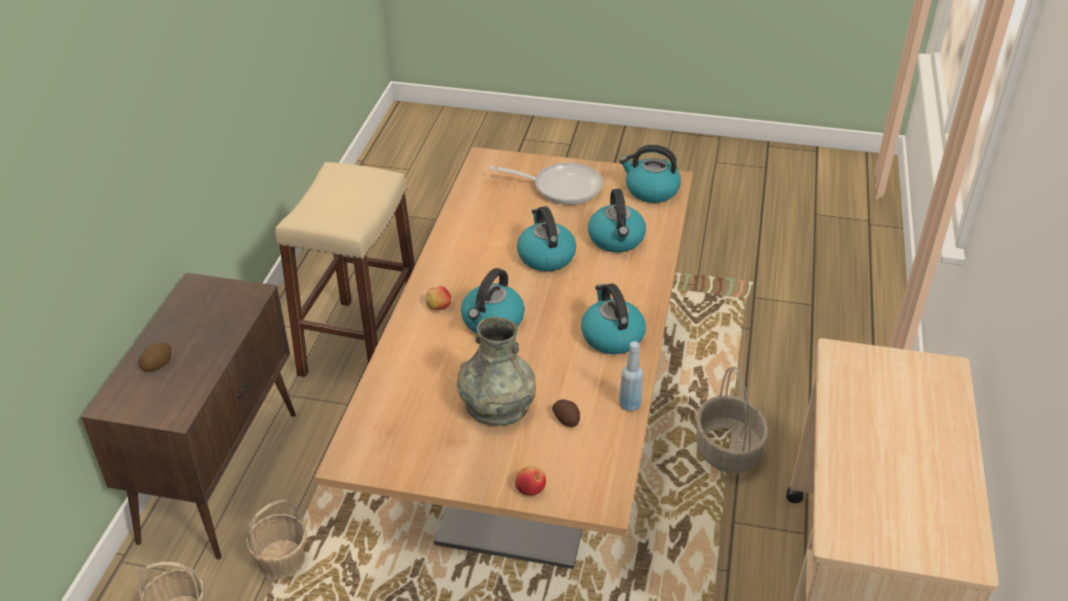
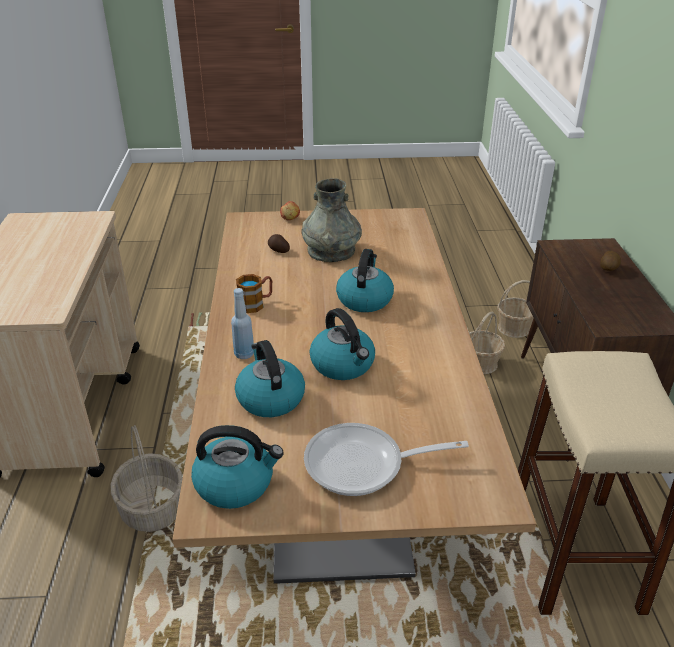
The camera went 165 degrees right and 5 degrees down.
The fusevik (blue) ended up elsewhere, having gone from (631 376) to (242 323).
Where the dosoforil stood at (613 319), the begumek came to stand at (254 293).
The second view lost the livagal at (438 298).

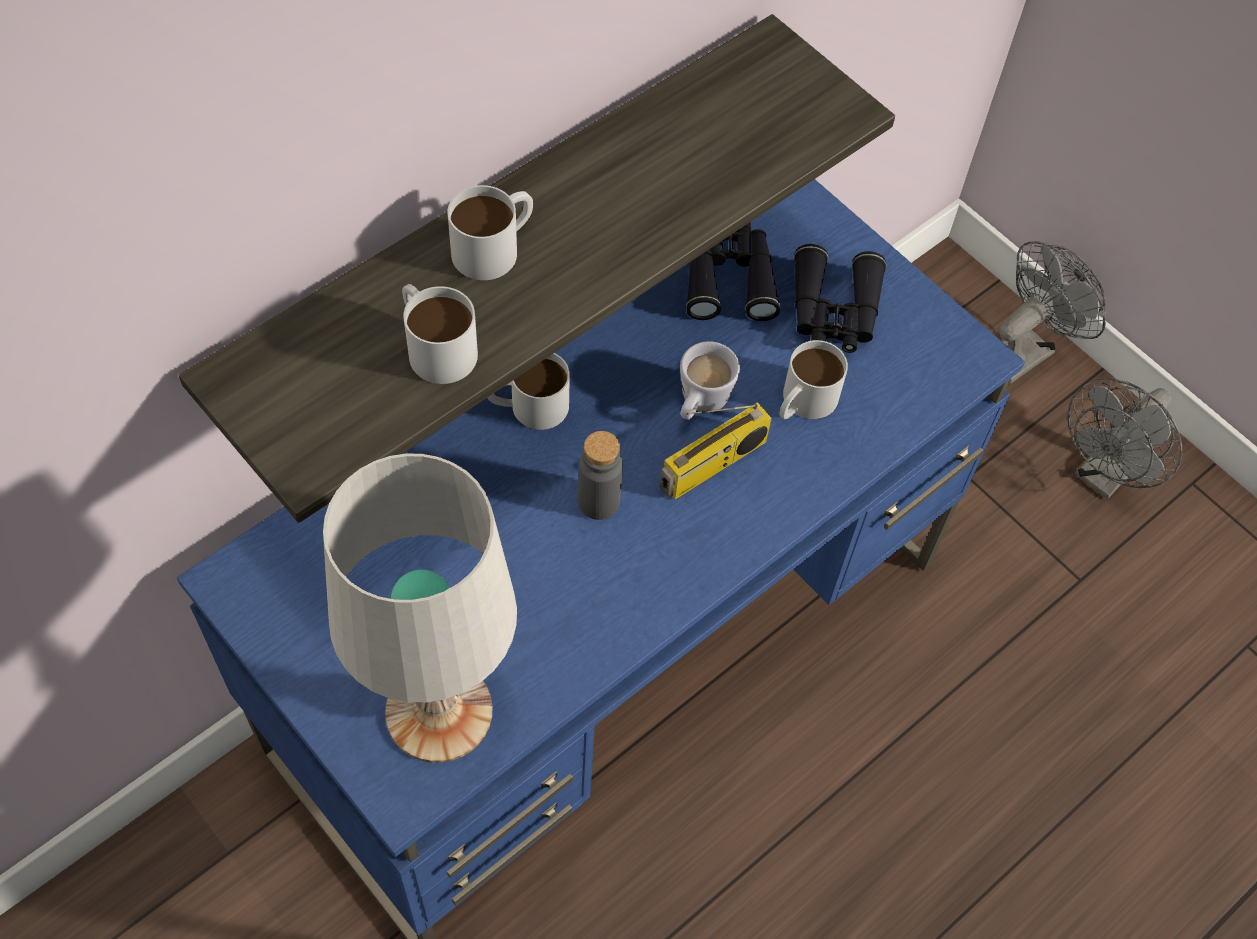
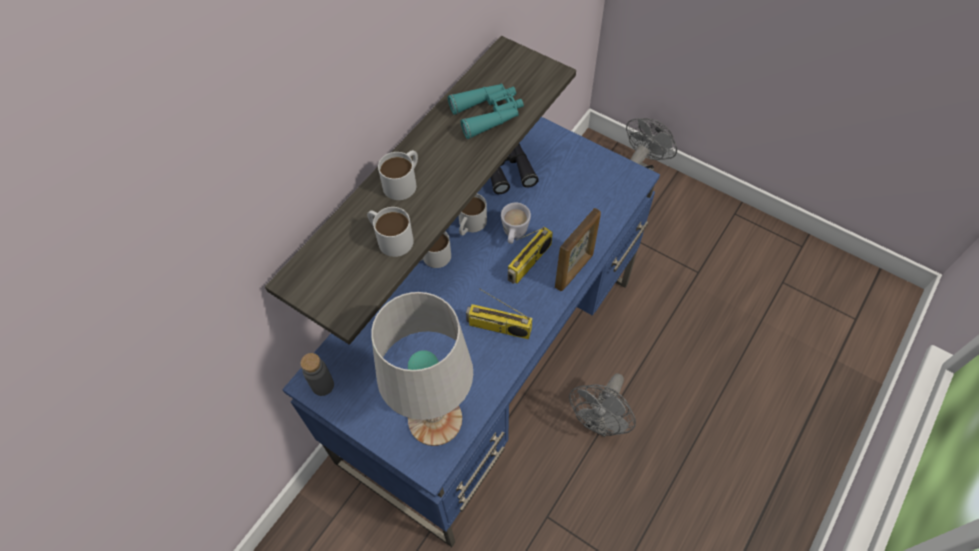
The camera went 10 degrees left and 0 degrees up.
The fusevik (grey) ended up elsewhere, having gone from (600 475) to (317 374).
The second view gained the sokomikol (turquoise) at (486 111).
The begumek (white) ended up elsewhere, having gone from (813 379) to (473 215).
The second view gained the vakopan at (499 314).
The second view gained the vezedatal at (578 249).
The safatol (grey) ended up elsewhere, having gone from (1125 438) to (602 405).
The second view lost the sokomikol (black) at (840 298).

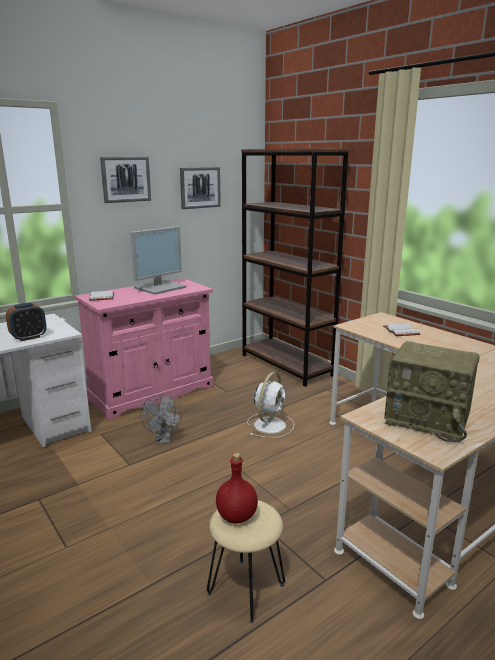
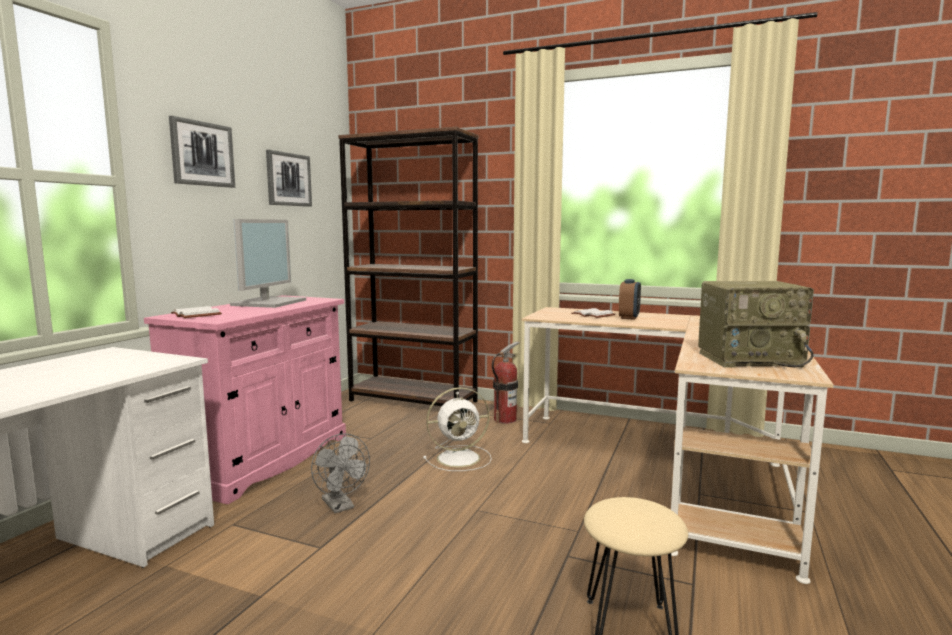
The camera went 30 degrees left and 10 degrees down.
The safatol (white) at (270 405) ended up facing another way, 75 degrees clockwise from before.
The second view gained the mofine at (506 382).
The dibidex ended up elsewhere, having gone from (26 322) to (630 299).
The second view lost the fusevik (red) at (237 488).

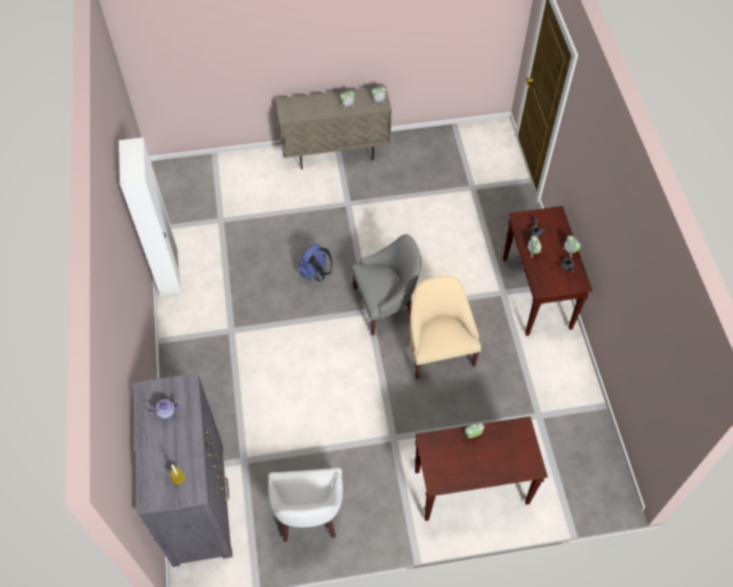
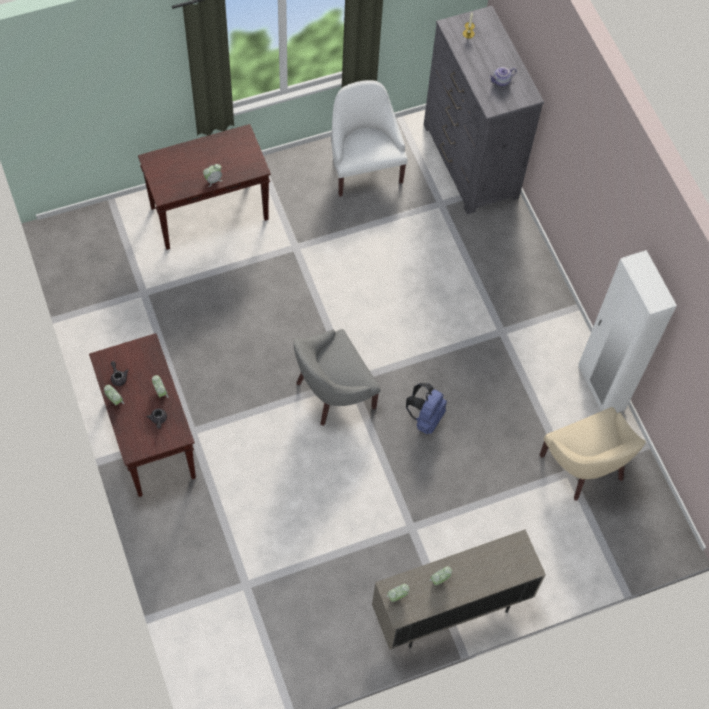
The camera went 165 degrees right and 5 degrees up.
The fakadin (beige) ended up elsewhere, having gone from (445 327) to (593 454).

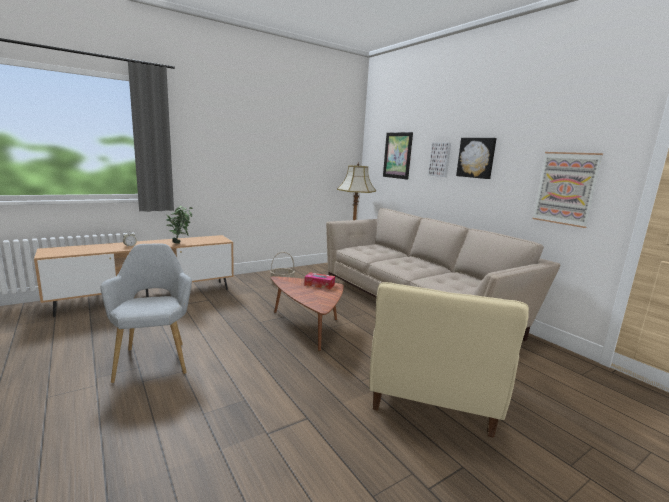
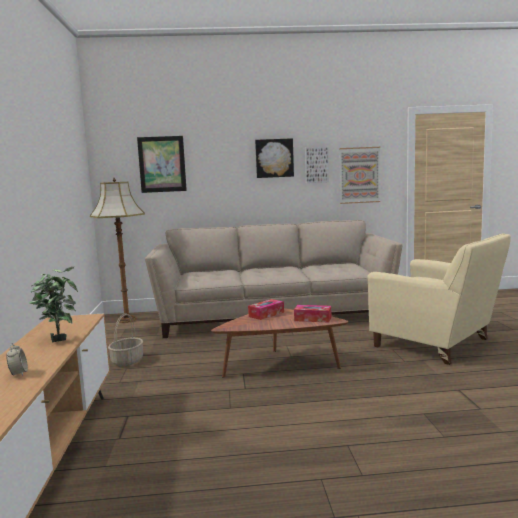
The camera went 60 degrees left and 5 degrees down.
The second view gained the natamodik at (312 313).
The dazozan ended up elsewhere, having gone from (439 159) to (317 165).
The second view lost the fakadin (grey) at (146 313).

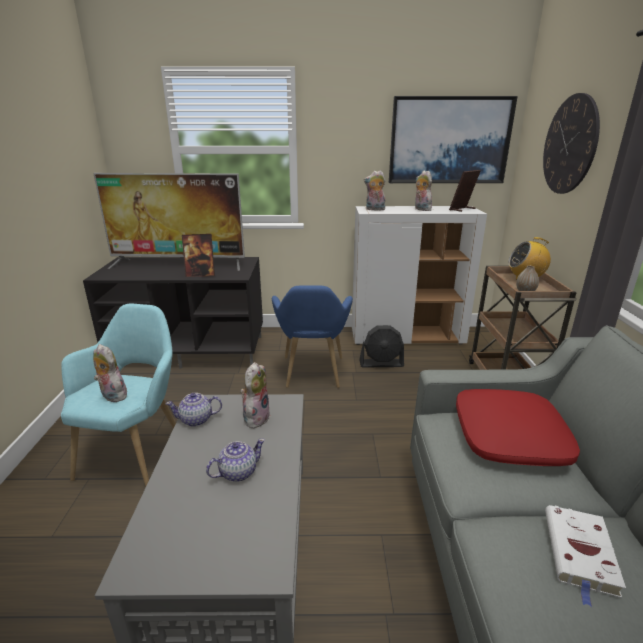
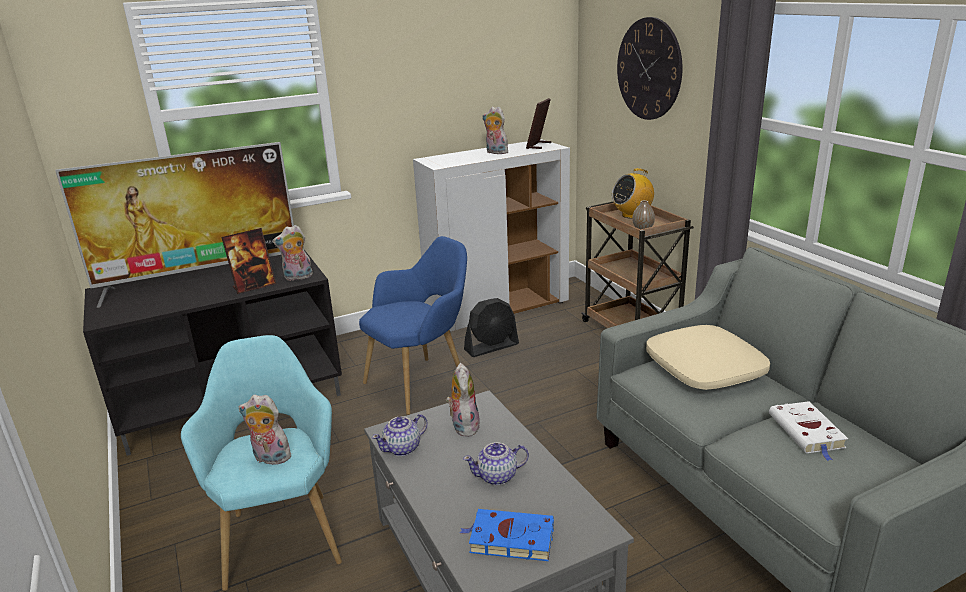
The camera went 25 degrees left and 0 degrees up.
The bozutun ended up elsewhere, having gone from (375 190) to (293 253).
The fakadin (blue) at (312 337) ended up facing another way, 105 degrees counterclockwise from before.
The second view gained the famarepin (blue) at (507 535).
The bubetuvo at (235 460) ended up facing another way, 135 degrees counterclockwise from before.
What was the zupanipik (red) at (518 427) turned into the zupanipik (beige) at (708 357).
The second view lost the dazozan at (453 139).

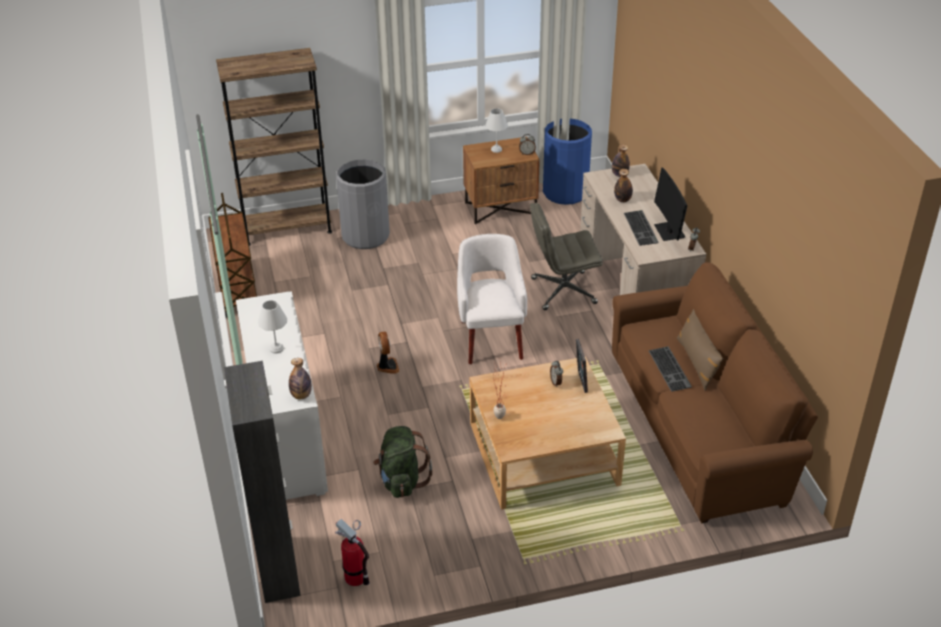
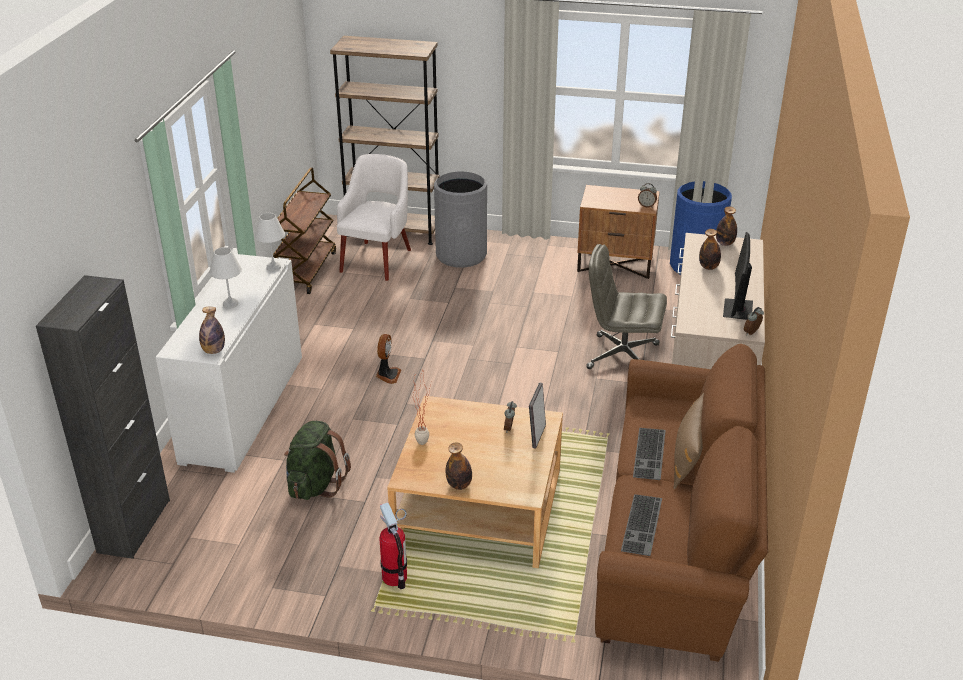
The camera went 25 degrees right and 5 degrees down.
The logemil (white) ended up elsewhere, having gone from (496 130) to (270 242).
The fakadin (white) ended up elsewhere, having gone from (492 299) to (374 217).
The mofine ended up elsewhere, having gone from (352 552) to (393 546).
The second view gained the fusevik at (459 466).
The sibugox ended up elsewhere, having gone from (641 228) to (641 525).

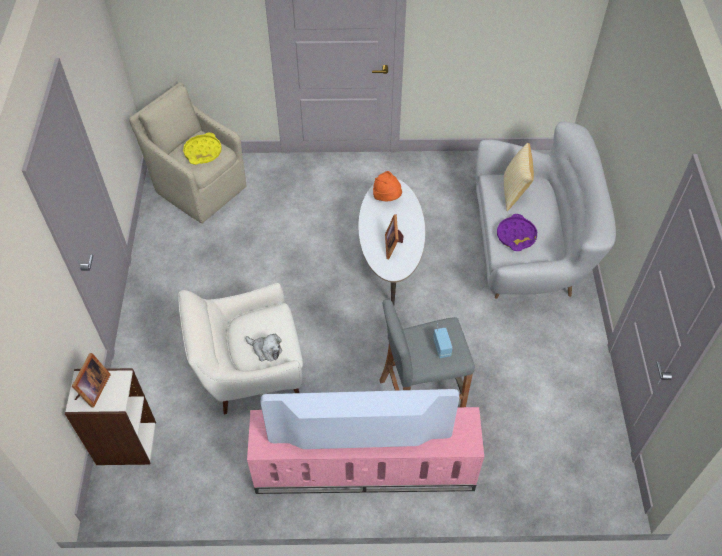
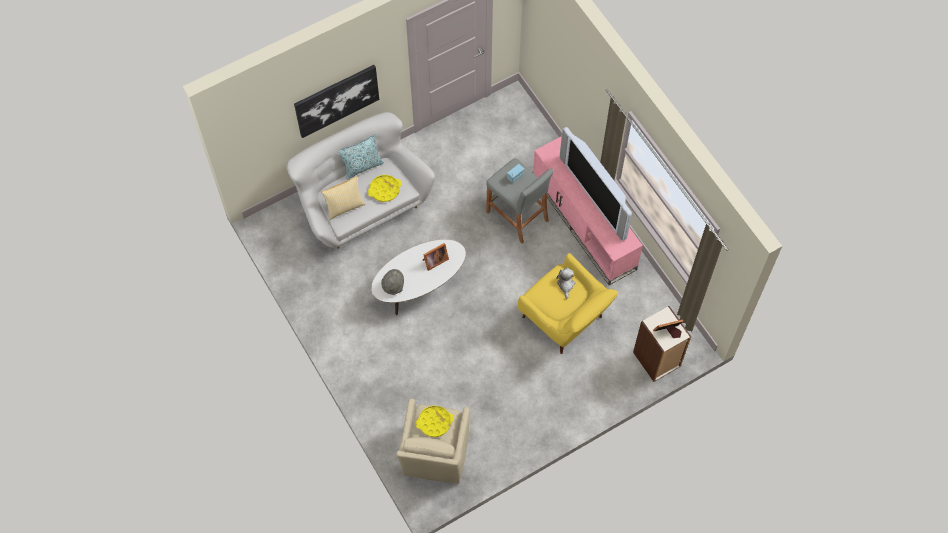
The camera went 120 degrees left and 10 degrees up.
The second view gained the dazozan at (336 101).
The second view gained the zupanipik at (361 157).
What was the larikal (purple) at (517 232) turned into the larikal (yellow) at (384 188).
What was the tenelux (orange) at (387 186) turned into the tenelux (grey) at (392 282).
What was the fakadin (white) at (240 348) turned into the fakadin (yellow) at (568 303).

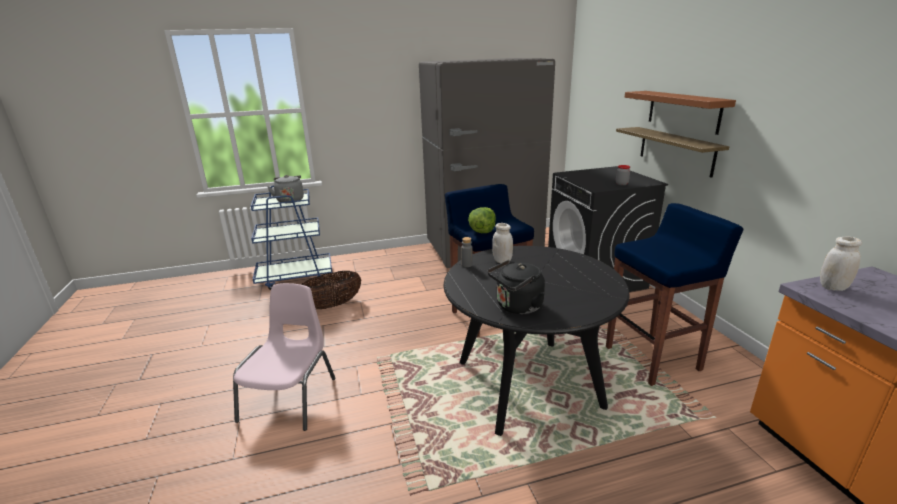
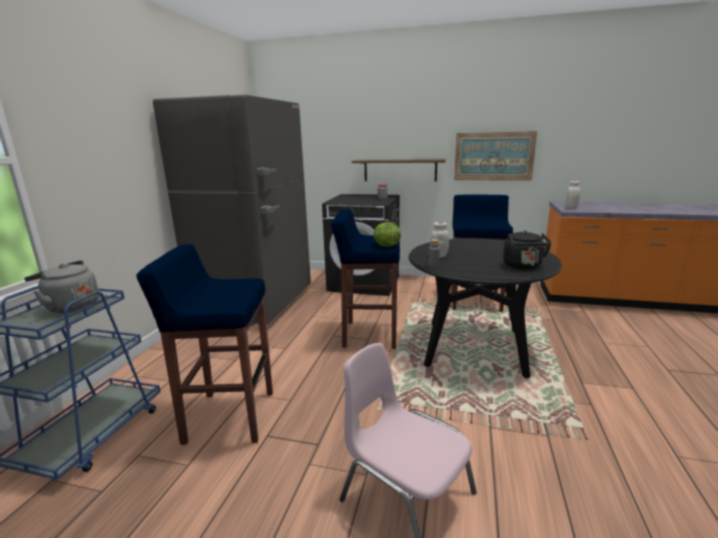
The camera went 60 degrees left and 5 degrees down.
Where the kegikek stood at (332 290), the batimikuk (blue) came to stand at (204 344).
The second view gained the dazozan at (495 156).
The second view lost the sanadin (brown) at (680 113).

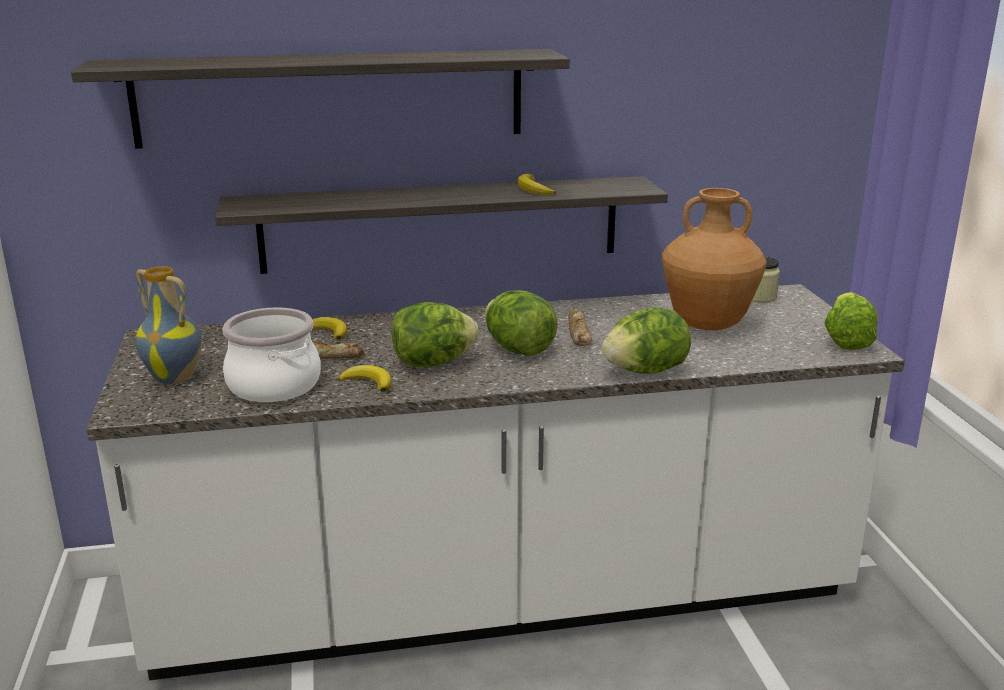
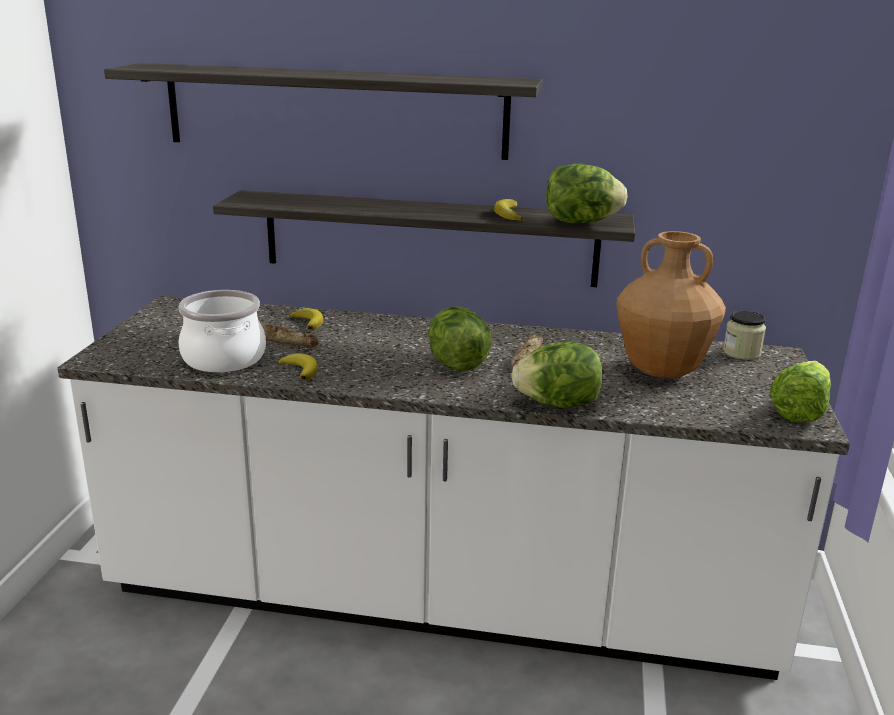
The camera went 20 degrees right and 0 degrees up.
The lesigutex ended up elsewhere, having gone from (435 334) to (587 193).
The second view lost the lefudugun at (168 325).

